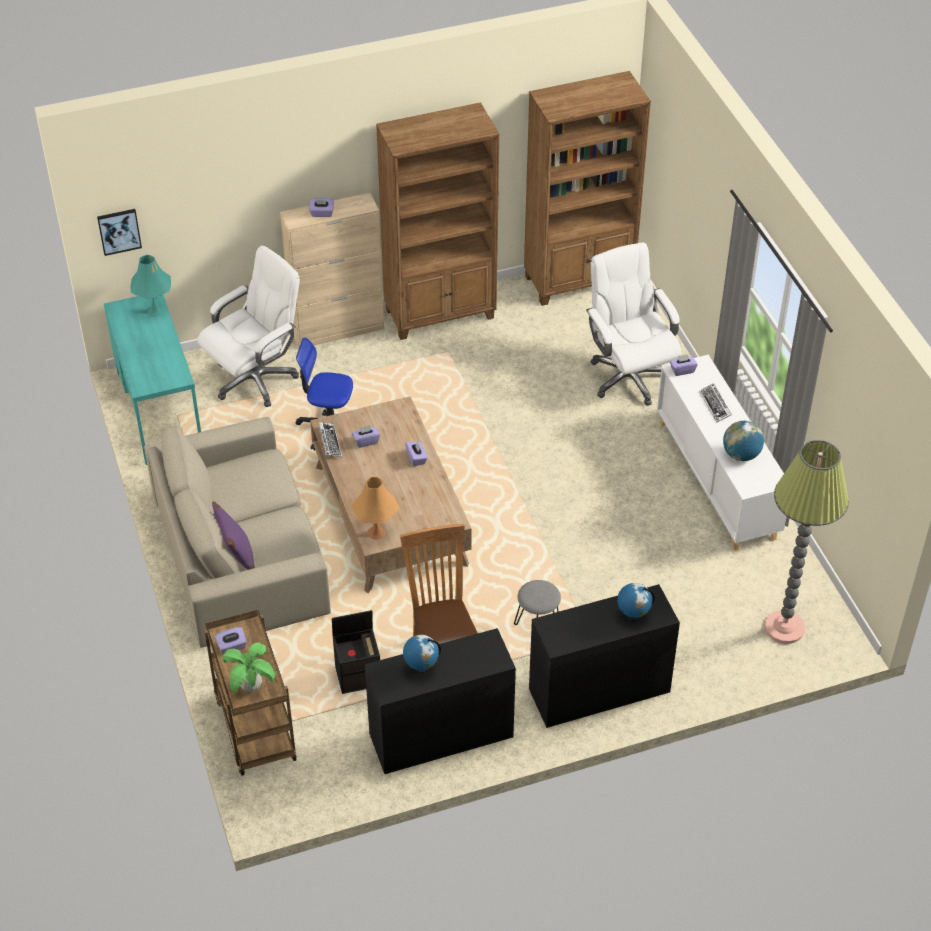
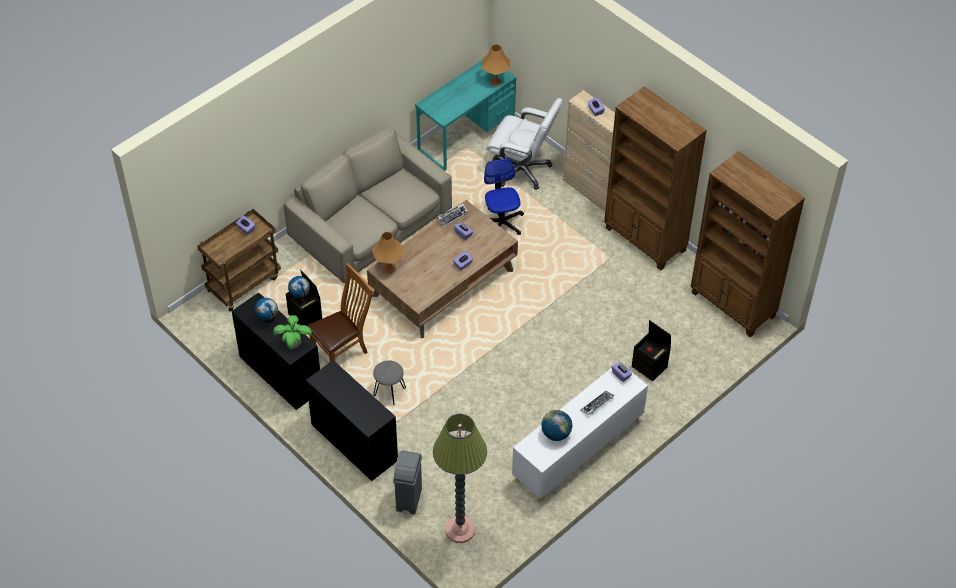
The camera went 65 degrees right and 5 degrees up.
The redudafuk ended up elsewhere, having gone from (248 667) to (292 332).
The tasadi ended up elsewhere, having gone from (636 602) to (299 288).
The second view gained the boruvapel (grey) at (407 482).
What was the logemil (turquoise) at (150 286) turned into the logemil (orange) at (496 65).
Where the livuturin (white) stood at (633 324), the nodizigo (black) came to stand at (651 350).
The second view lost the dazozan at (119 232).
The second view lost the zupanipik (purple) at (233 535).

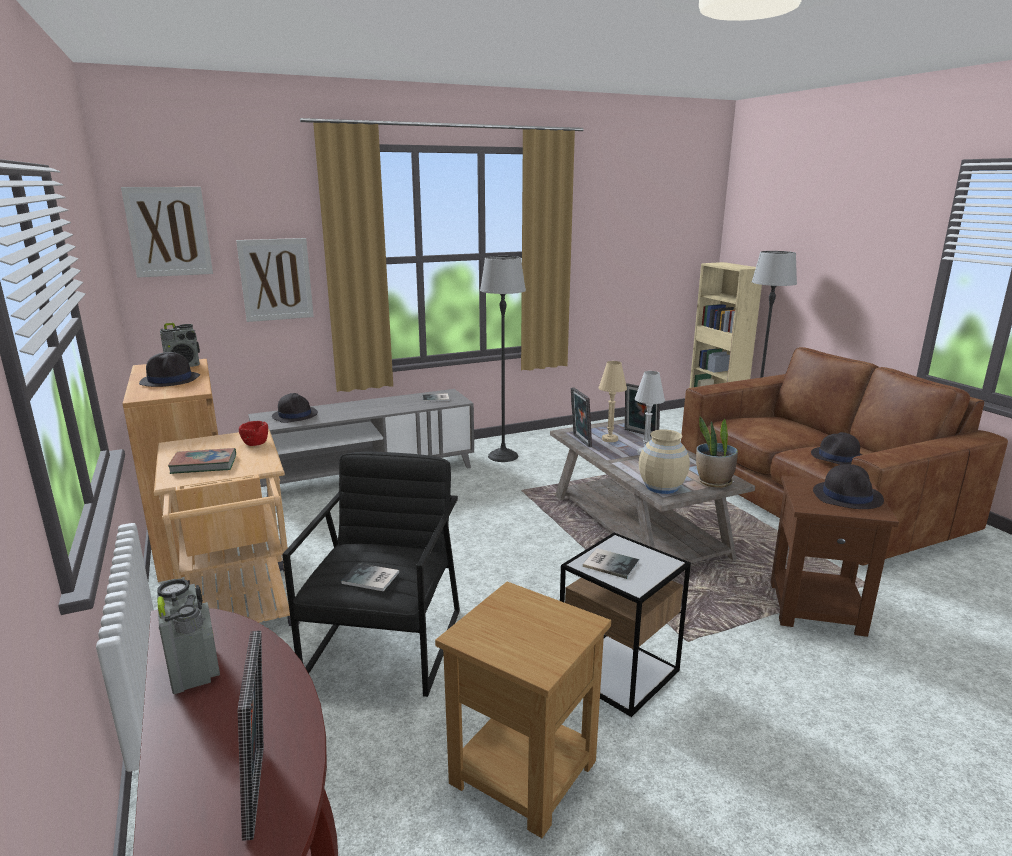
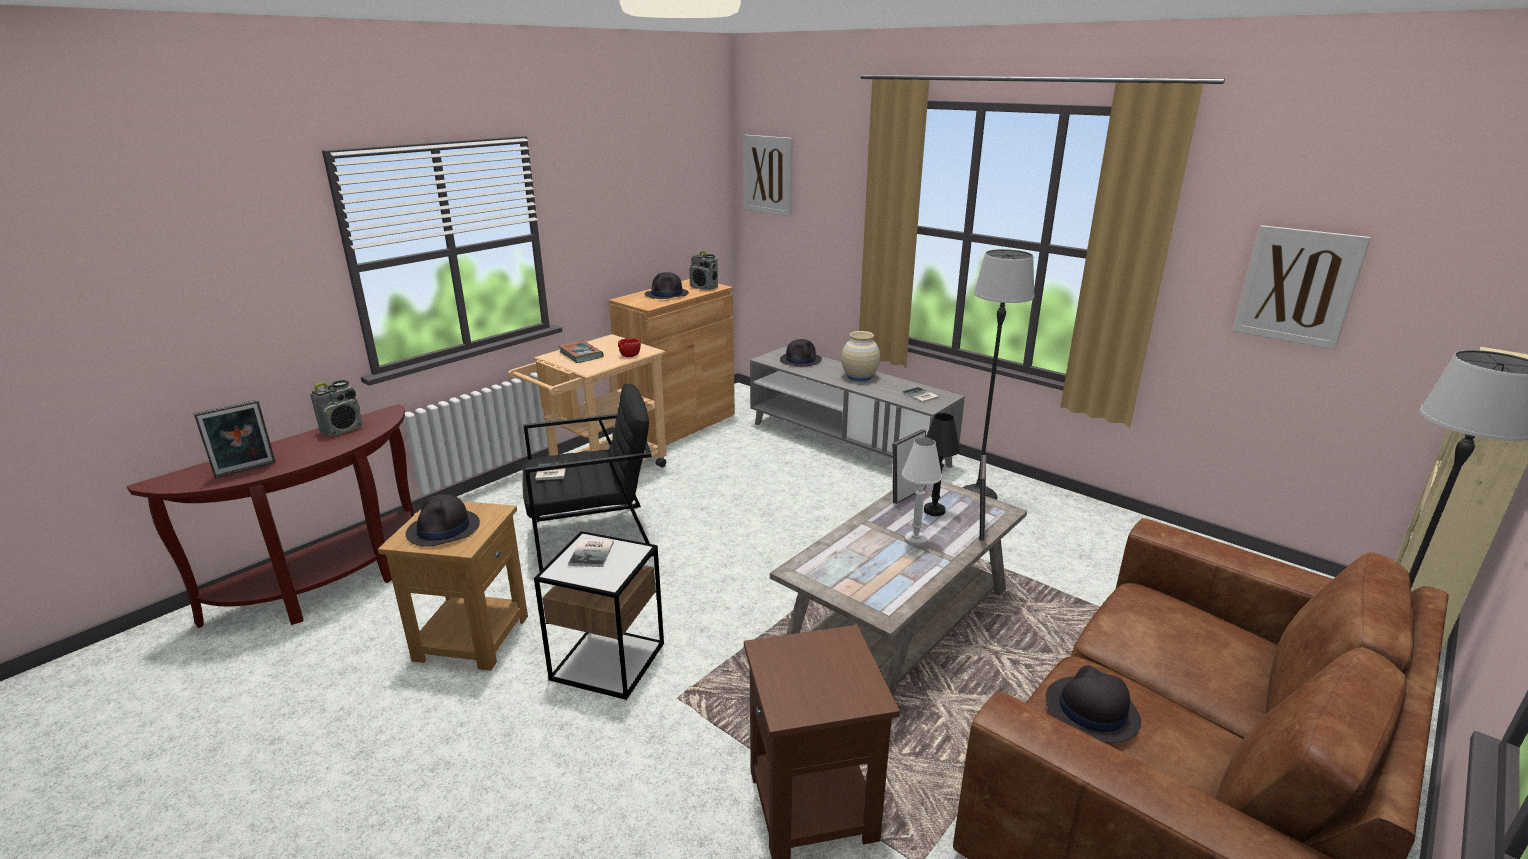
The camera went 65 degrees right and 5 degrees up.
The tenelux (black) ended up elsewhere, having gone from (848 486) to (443 520).
The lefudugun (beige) ended up elsewhere, having gone from (664 462) to (860 356).
What was the logemil (beige) at (613 401) turned into the logemil (black) at (942 464).
The dazozan ended up elsewhere, having gone from (275 280) to (1302 287).
The second view lost the redudafuk at (717 452).

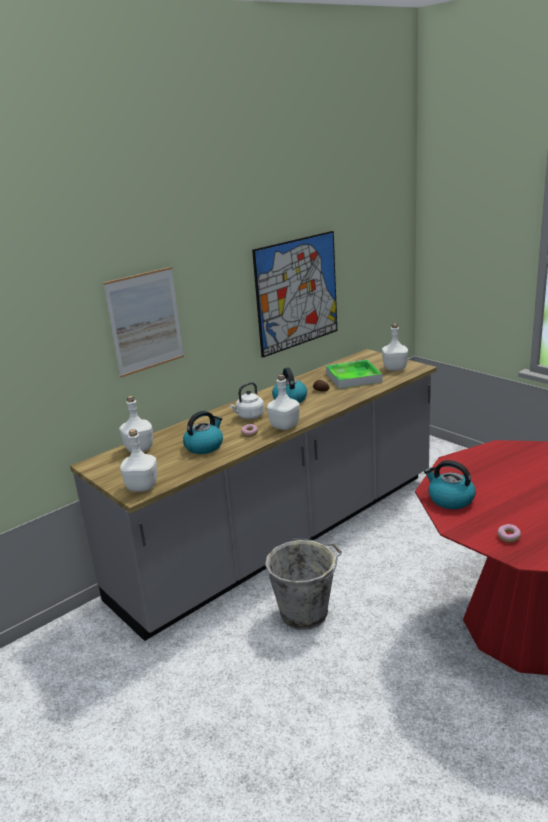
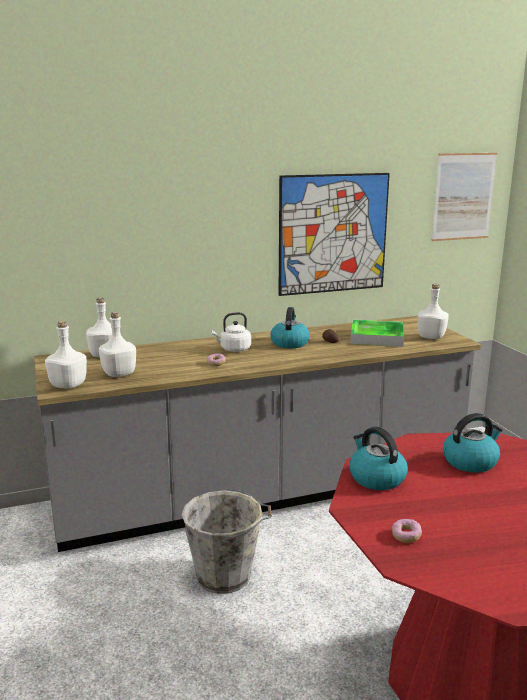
The camera went 20 degrees right and 5 degrees down.
The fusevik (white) ended up elsewhere, having gone from (283 402) to (117 344).
The dazozan ended up elsewhere, having gone from (143 322) to (464 197).
The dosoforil ended up elsewhere, having gone from (203 432) to (473 442).

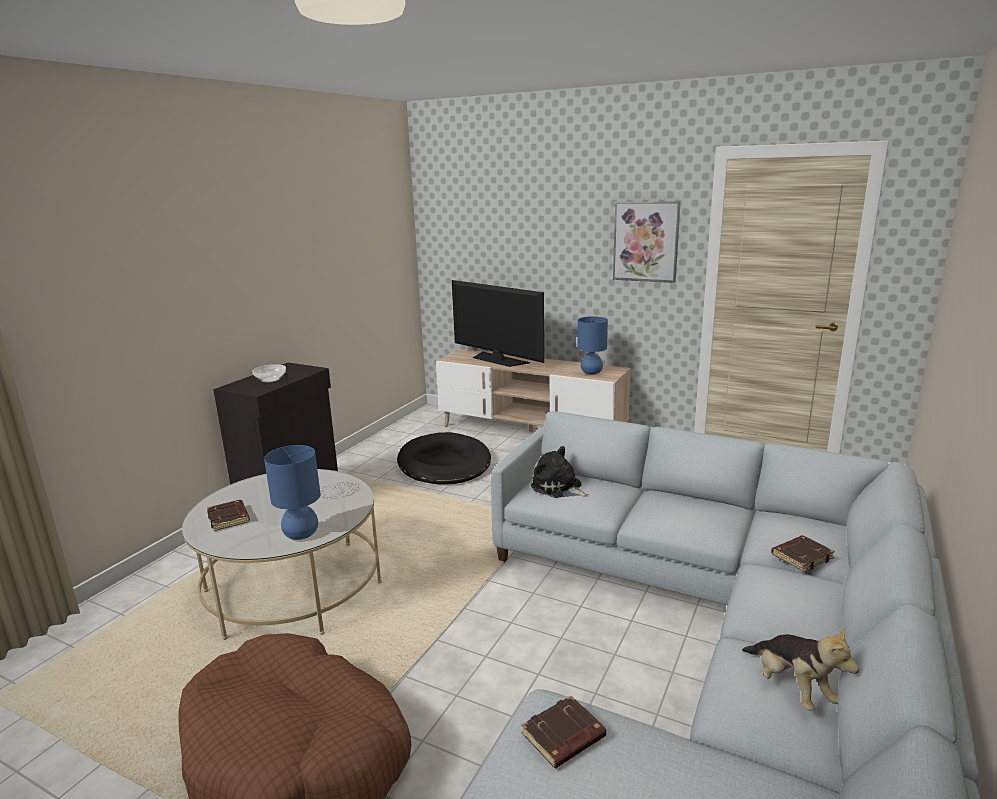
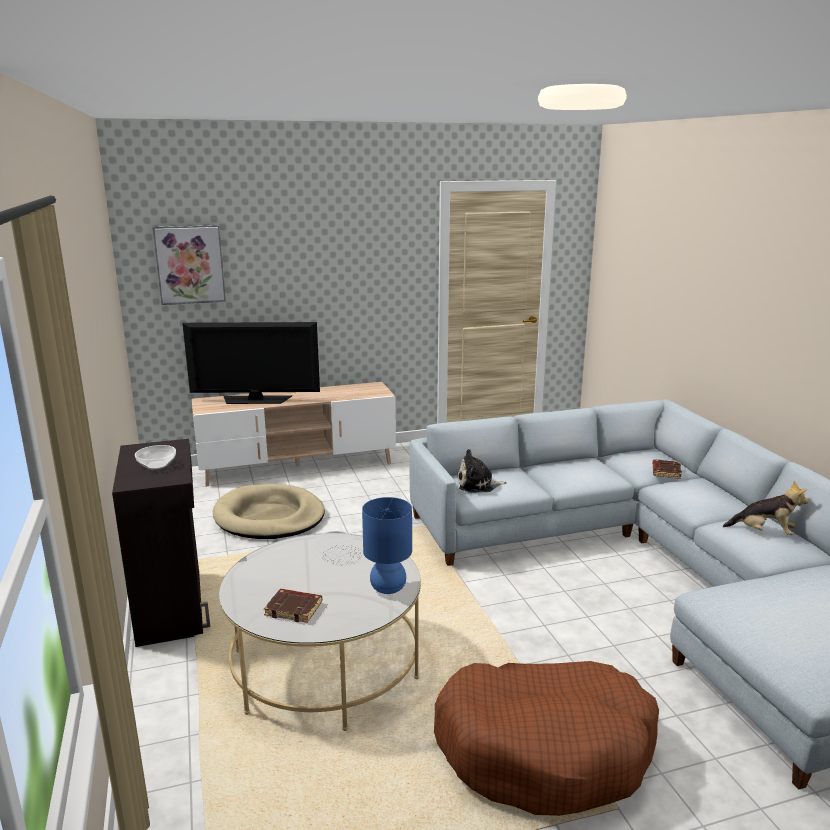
The camera went 45 degrees left and 0 degrees up.
The dazozan ended up elsewhere, having gone from (647 242) to (189 265).
What was the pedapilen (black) at (444 458) turned into the pedapilen (beige) at (269 511).
The second view lost the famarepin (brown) at (563 732).
The second view lost the logemil (blue) at (592 346).

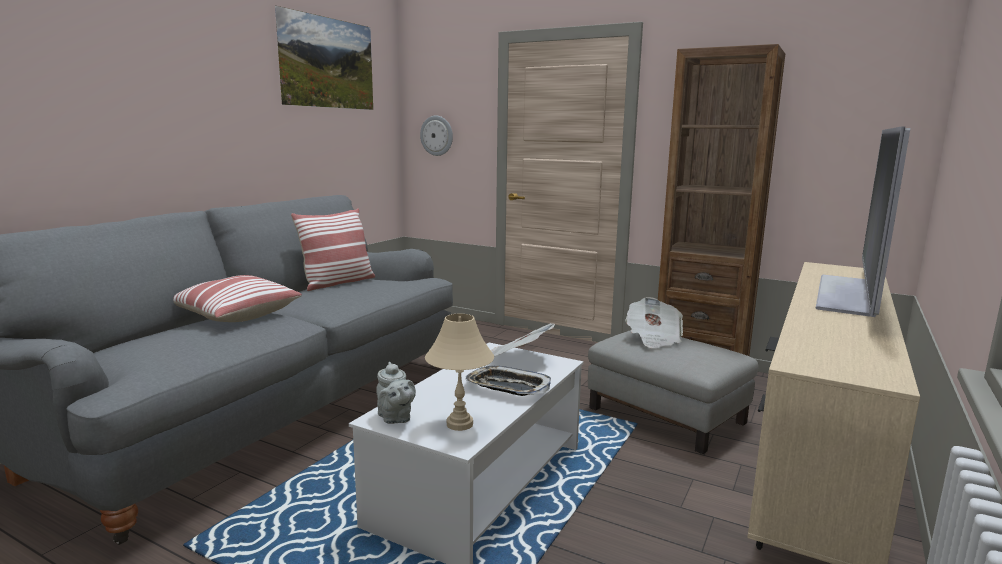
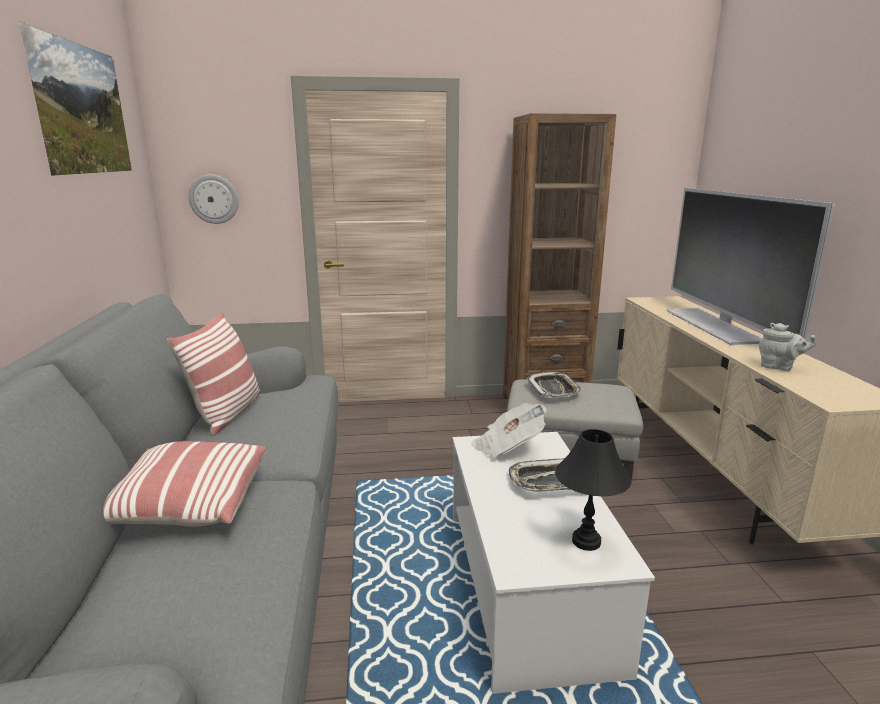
The camera went 35 degrees left and 5 degrees up.
Where the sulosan stood at (654 322), the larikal came to stand at (555 385).
What was the logemil (beige) at (459 372) turned into the logemil (black) at (593 490).
The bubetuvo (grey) ended up elsewhere, having gone from (396 393) to (788 347).

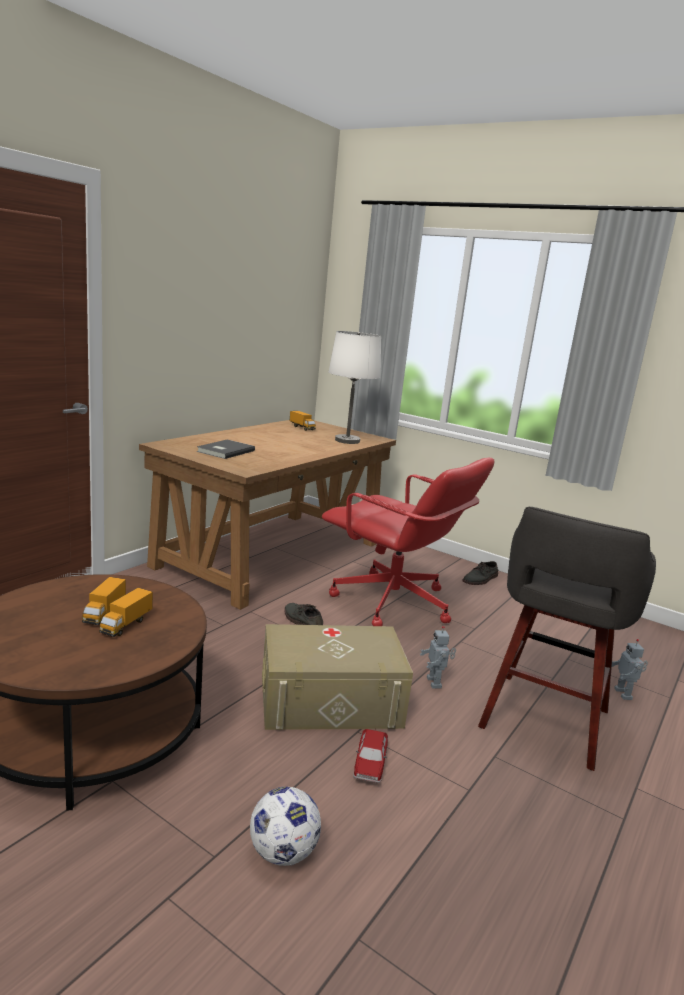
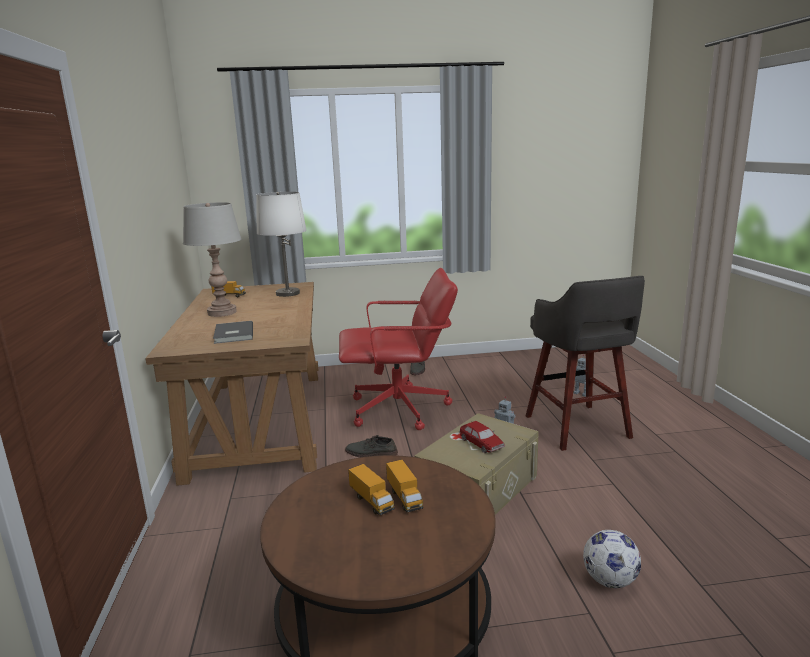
The camera went 40 degrees left and 0 degrees up.
The second view gained the logemil (grey) at (212 259).
The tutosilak ended up elsewhere, having gone from (370 756) to (482 437).

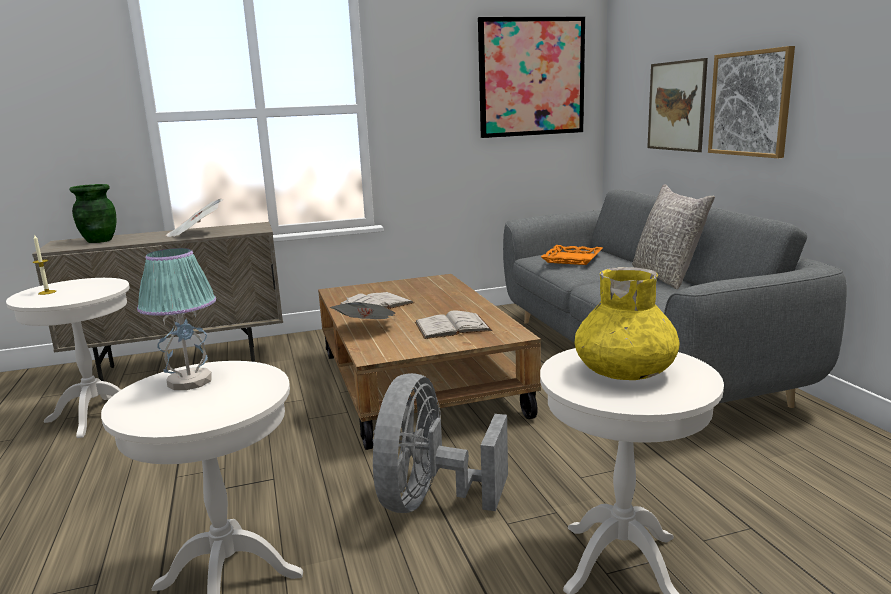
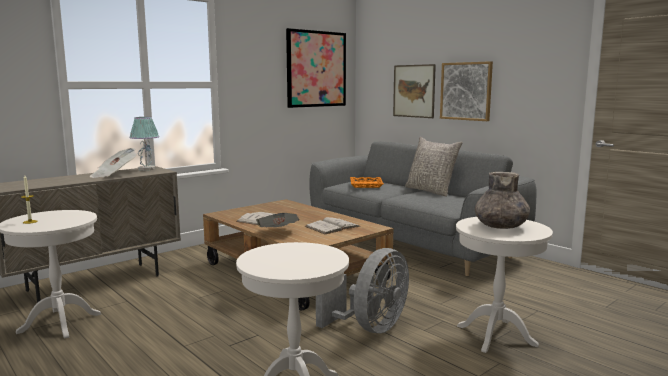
The camera went 25 degrees left and 5 degrees down.
The logemil ended up elsewhere, having gone from (176 319) to (144 144).
The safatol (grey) at (440 443) ended up facing another way, 135 degrees counterclockwise from before.
What was the lefudugun (yellow) at (627 323) turned into the lefudugun (grey) at (502 200).
The second view lost the lefudugun (green) at (92 213).

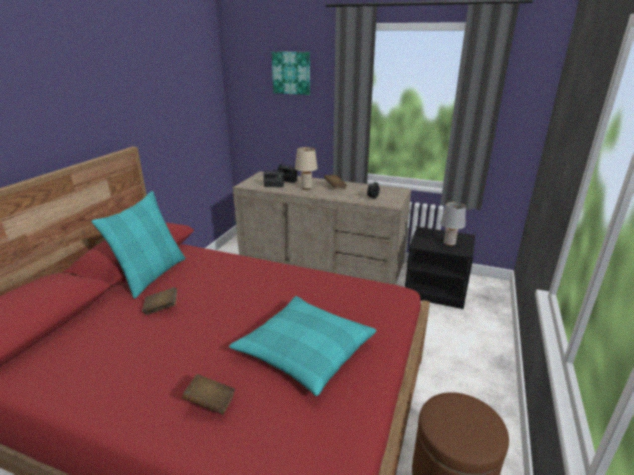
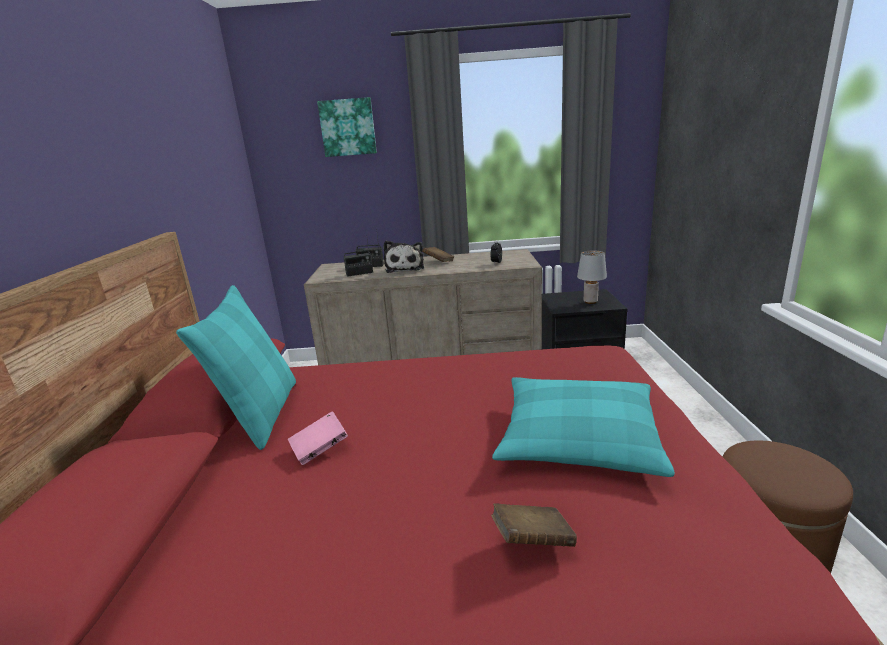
The camera went 20 degrees left and 5 degrees down.
What was the famarepin (brown) at (159 301) turned into the famarepin (pink) at (318 438).
Where the logemil (beige) stood at (306 168), the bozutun came to stand at (404 257).

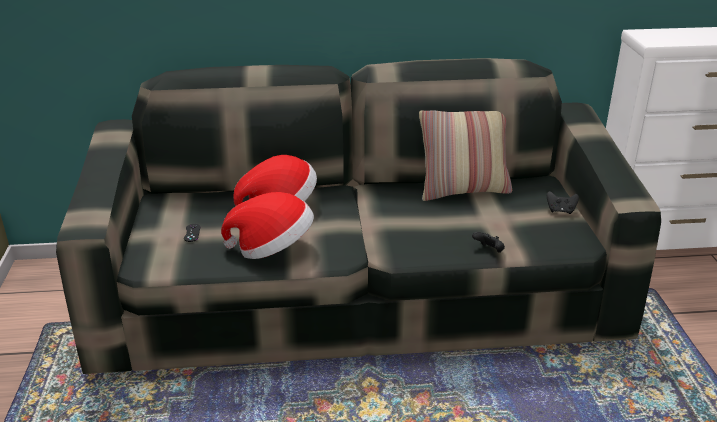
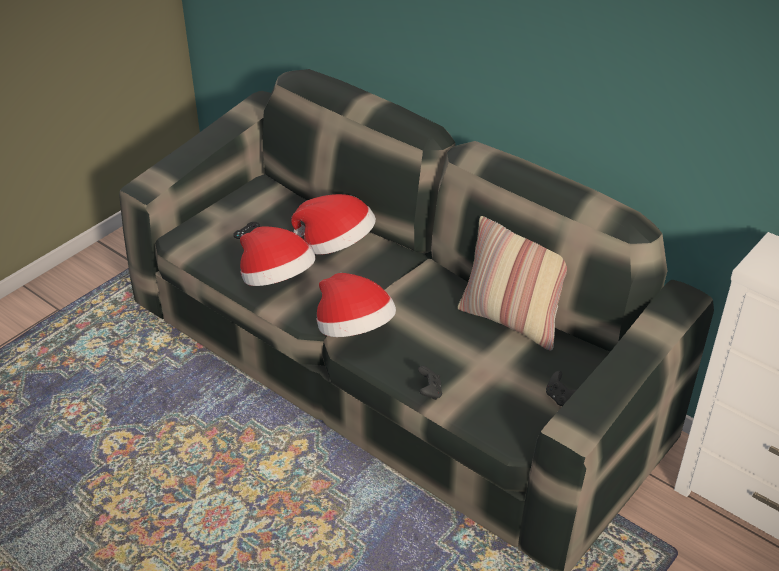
The camera went 45 degrees right and 10 degrees up.
The second view gained the tenelux at (356 305).

